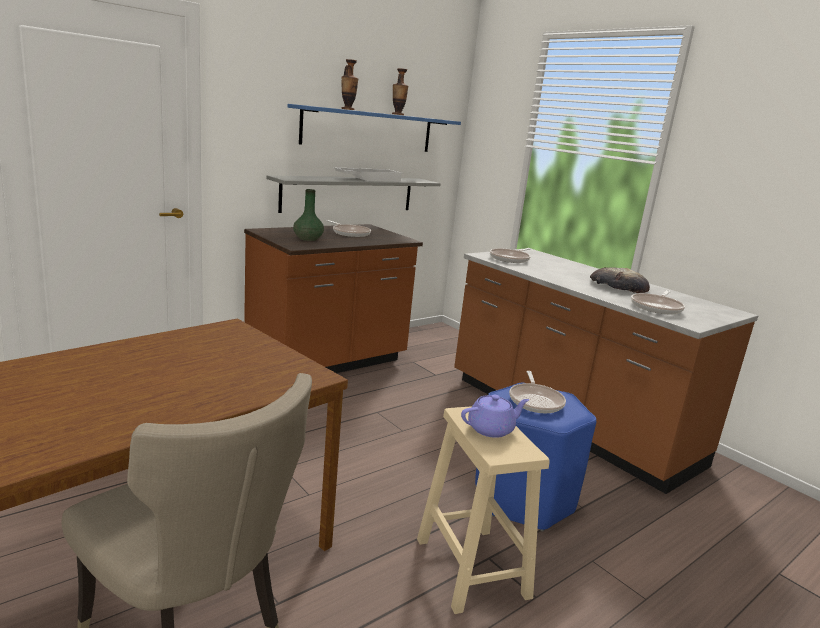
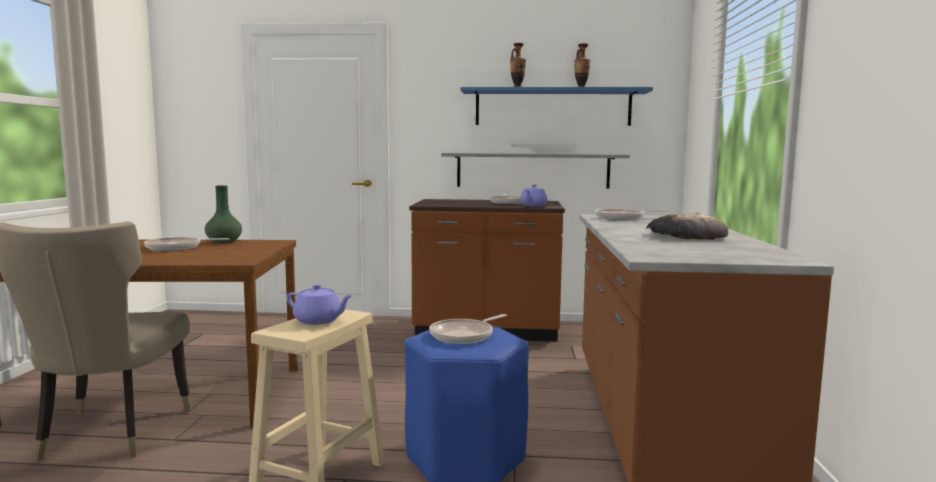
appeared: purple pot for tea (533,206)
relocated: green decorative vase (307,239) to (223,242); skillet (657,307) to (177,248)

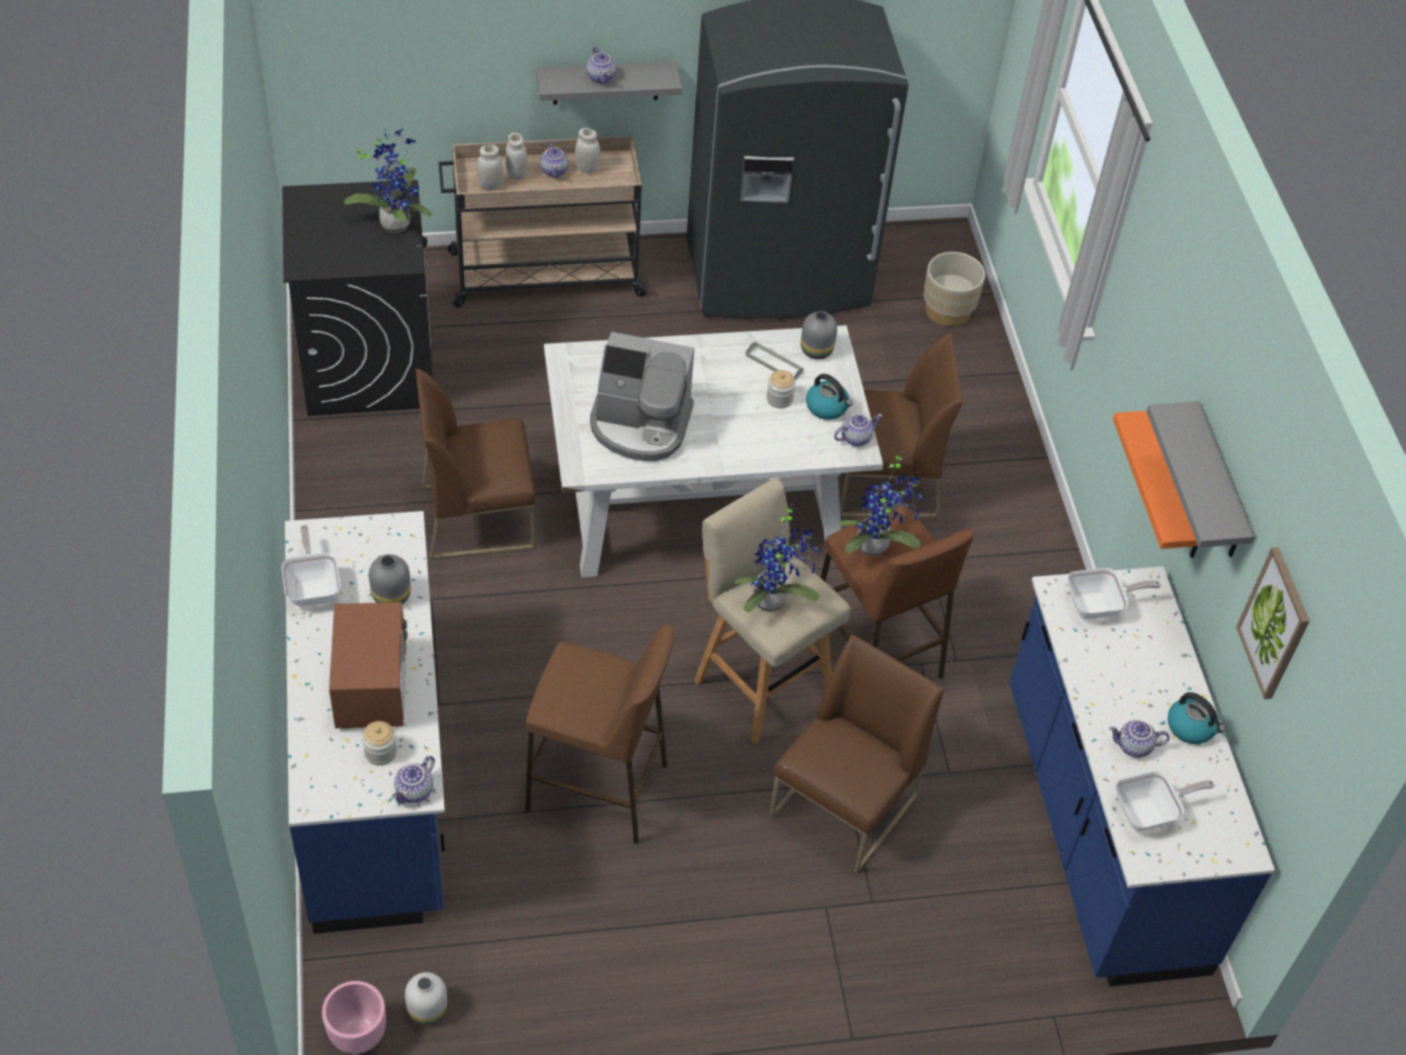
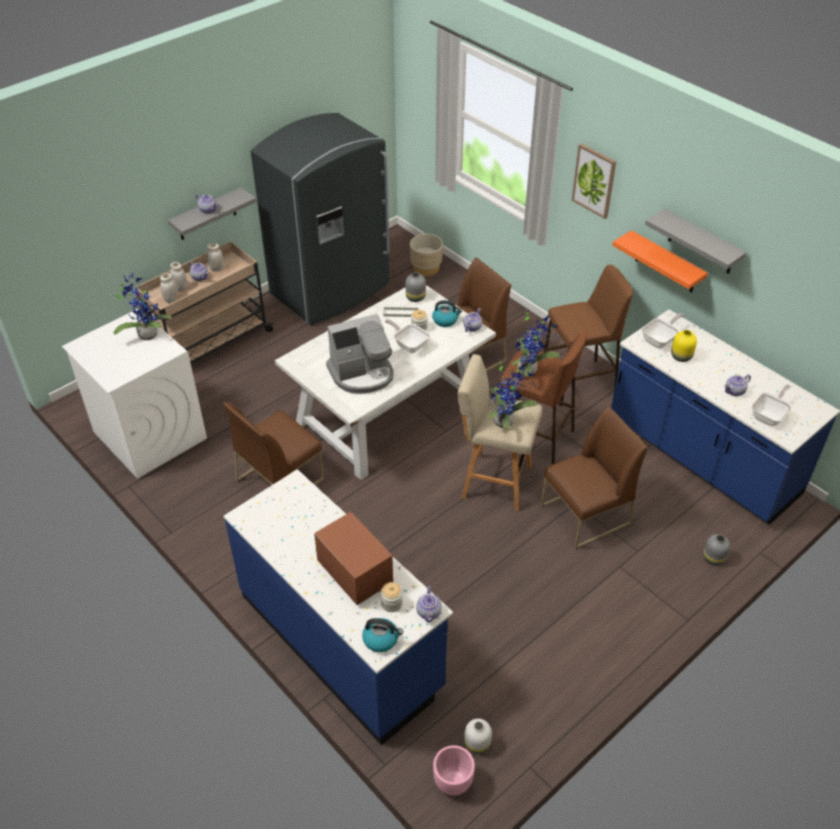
appeared: yellowish decorative vase (680,356)
relocated: skillet (313,587) to (409,345); wall art (1275,623) to (594,180); gray decorative vase (392,596) to (714,557); brown-coloured stool seat (598,788) to (579,383); water kettle (1191,727) to (381,639)
colour: black-coloured laundry machine (368,363) to white laundry machine (149,434)
spun: brown-coloured upright chair (844,807) = (585,515) 60 degrees clockwise

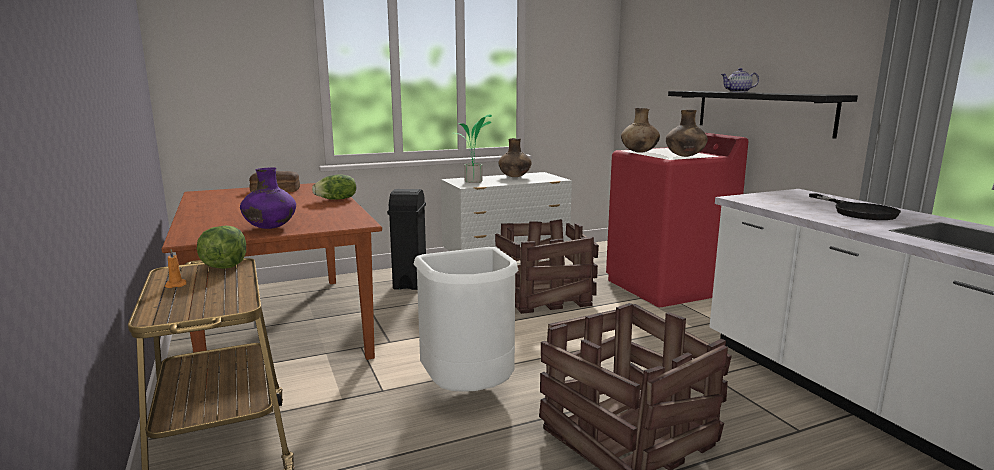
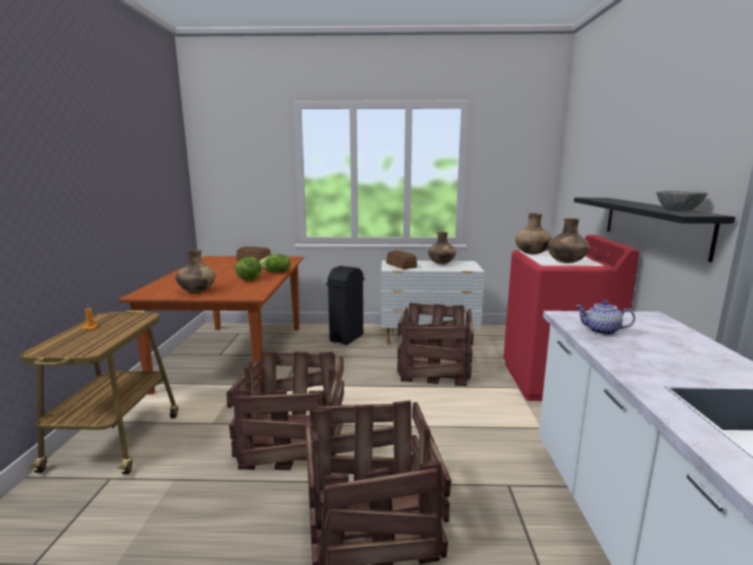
missing: black-coloured skillet (858,211)
appeared: gray bowl (678,211)
relocated: pot for tea (738,92) to (601,331); head of lettuce (224,266) to (249,279)
exchanged: potted plant (473,182) to baked bread (401,265); white trash can (469,392) to shipping crate (295,441)
colour: purple decorative vase (270,228) to brown-coloured decorative vase (197,291)

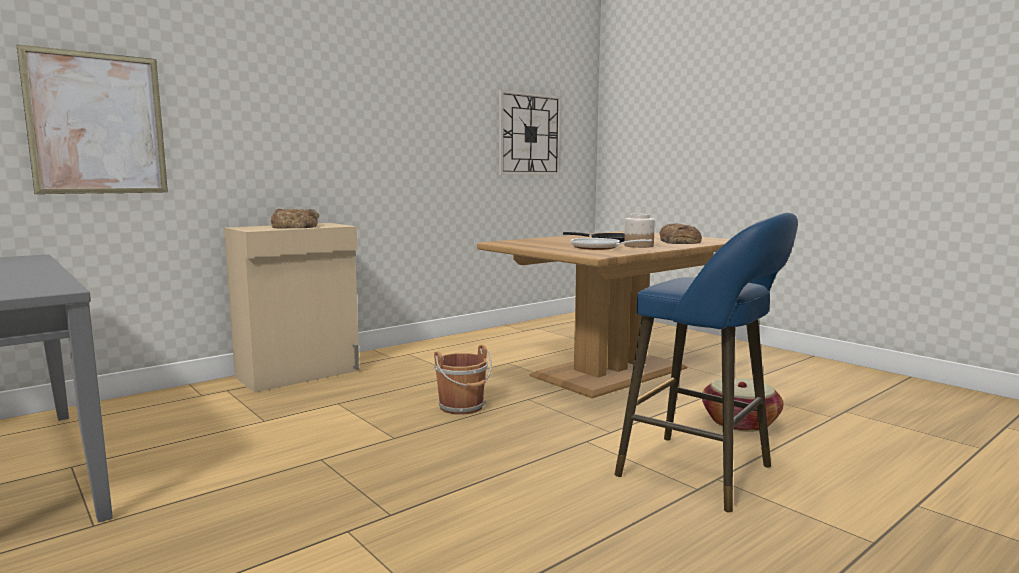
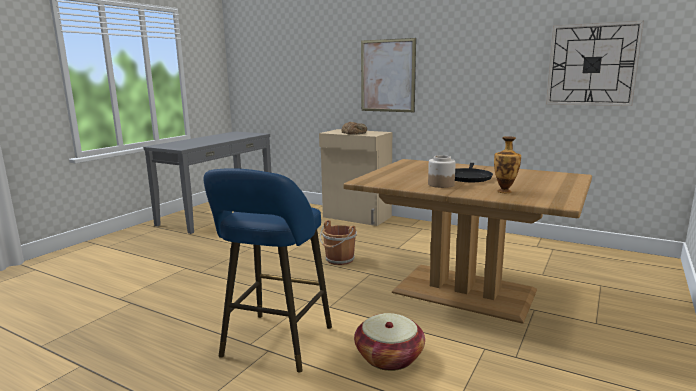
missing: skillet (599,248)
relocated: wall art (97,124) to (387,76)
exchanged: baked bread (679,241) to decorative vase (505,191)

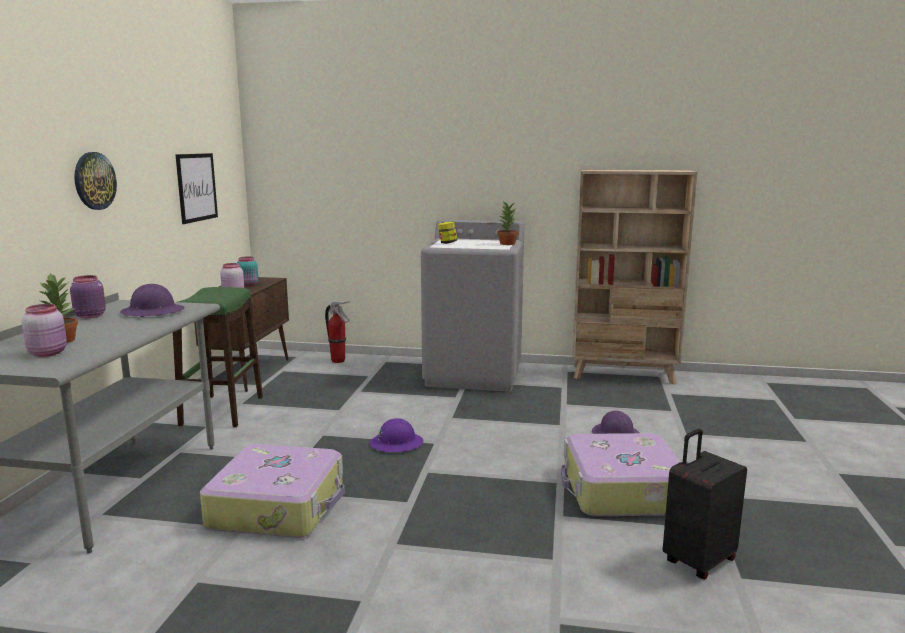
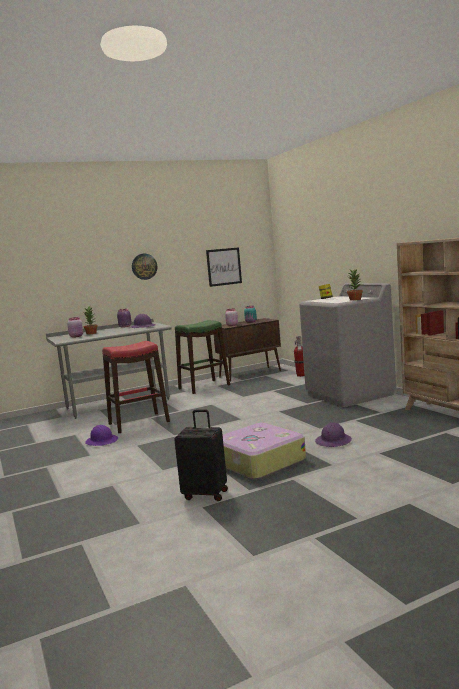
relocated: purple work helmet (396,443) to (102,441)
exchanged: piece of luggage (279,506) to reddish stool seat (139,422)

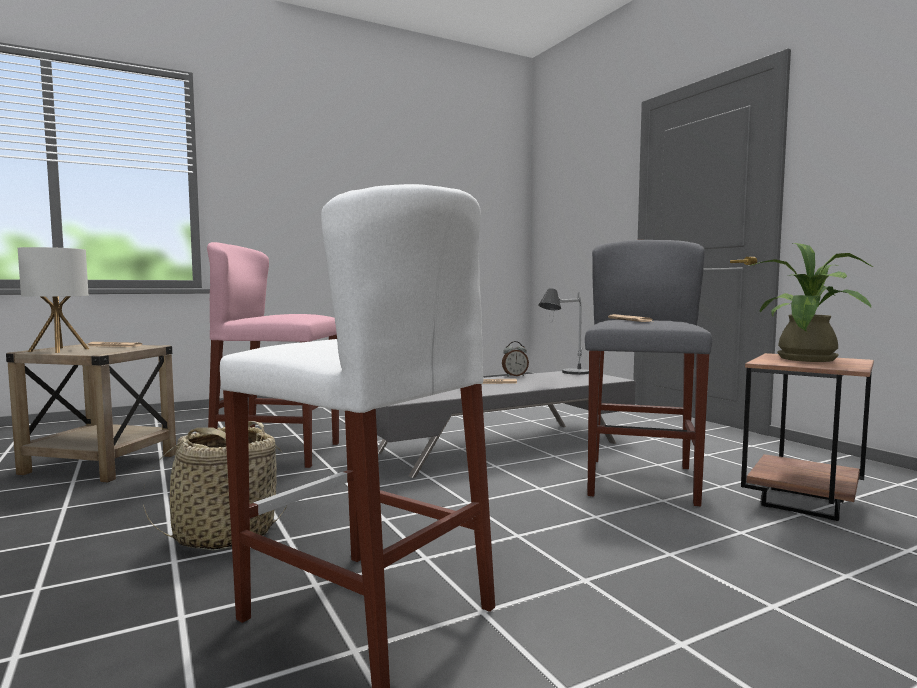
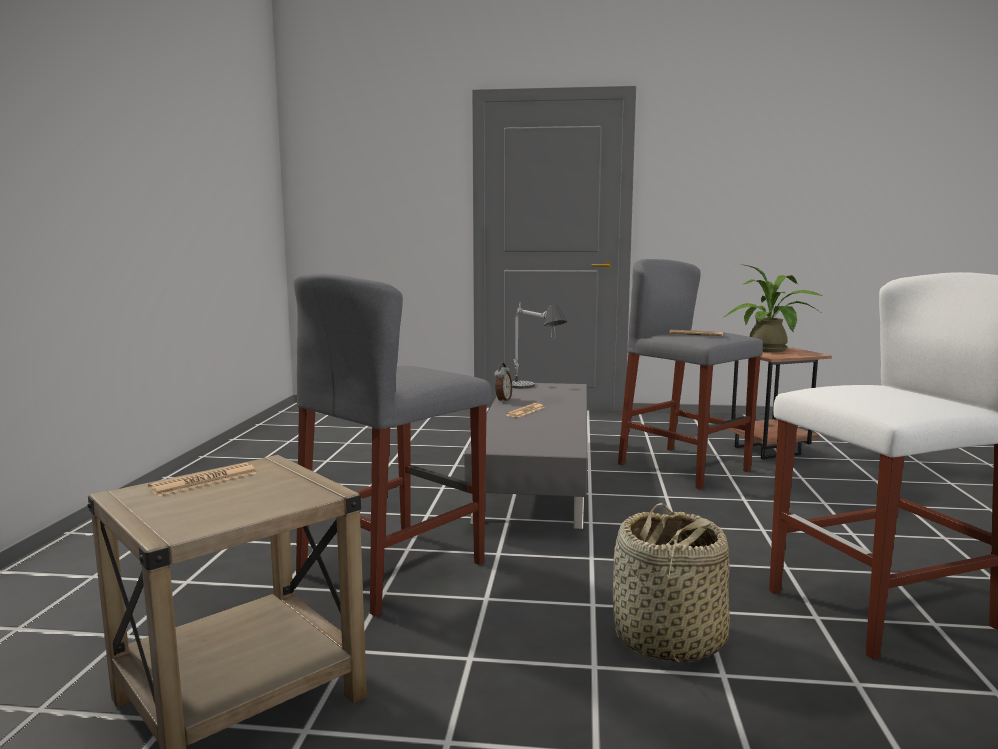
missing: lamp for a table (59,350)
colour: pink stool seat (277,453) to gray stool seat (392,568)

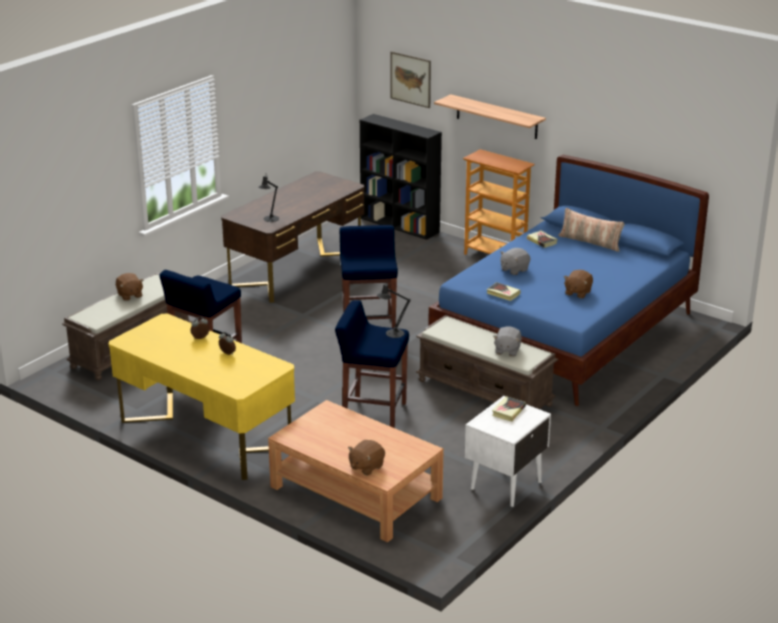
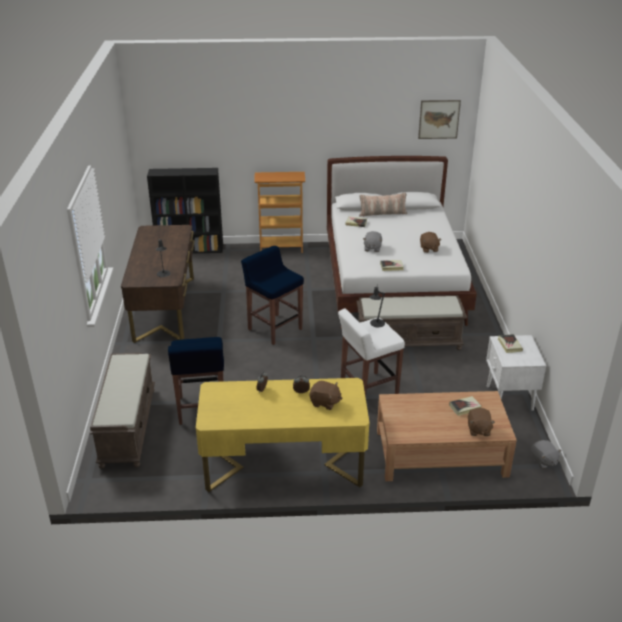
missing: shelf (496,117)
appeared: bound book (465,407)
relocated: wall art (410,79) to (439,119); brown-coloured cuddly toy (129,295) to (325,402); gray cuddly toy (507,350) to (543,461)
colour: bluish sleeping bed (566,333) to white sleeping bed (393,281); bluish stool seat (373,414) to white stool seat (368,390)

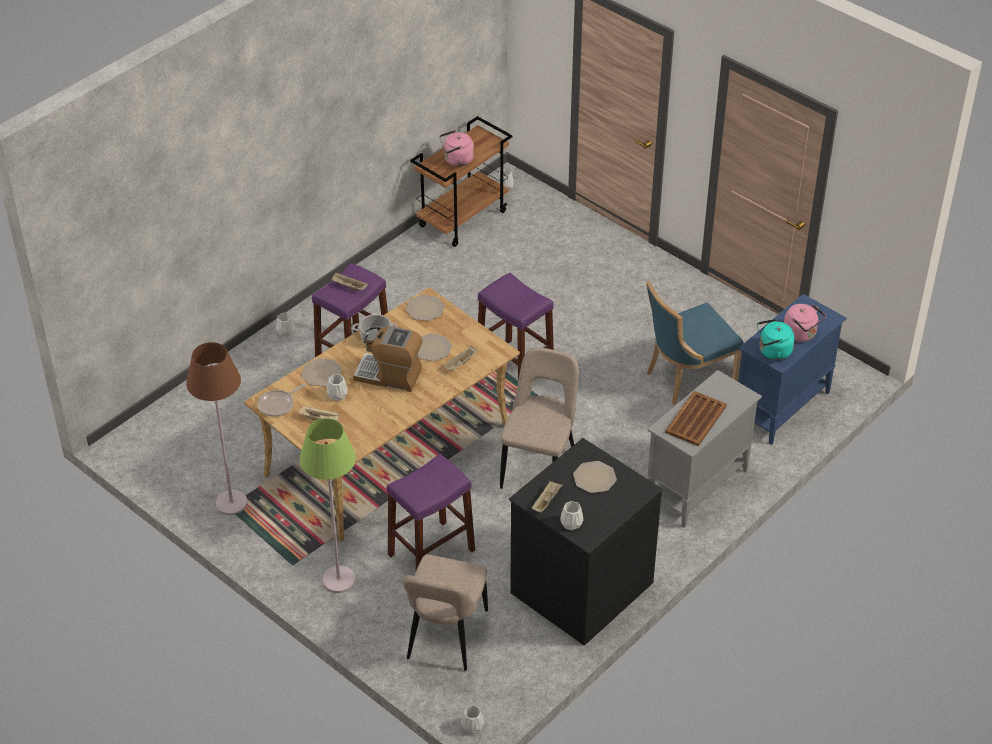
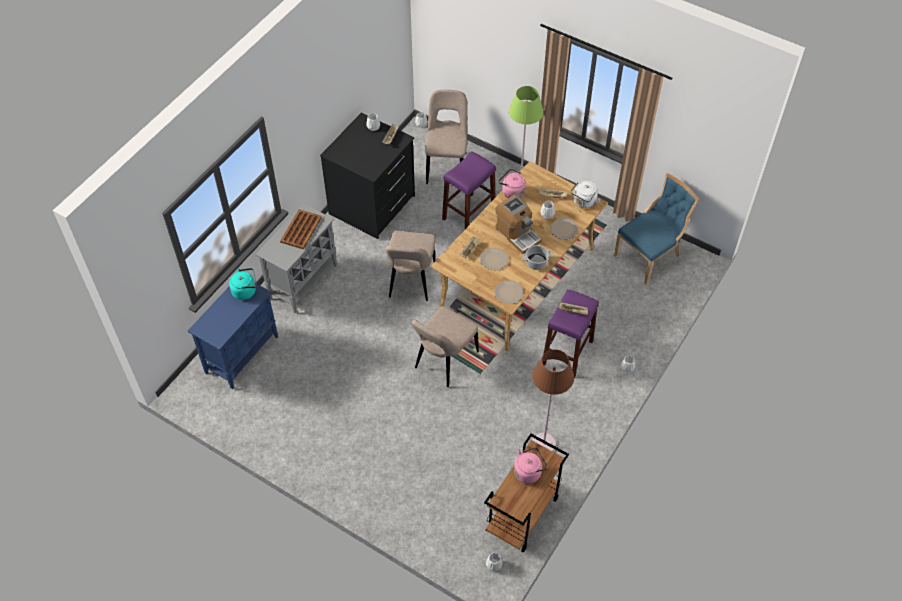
missing: flat dish (594,477)
relocated: bluish upright chair (687,378) to (649,256); pink water kettle (801,334) to (512,192); brown-coloured standard lamp (231,503) to (544,444)
exchanged: purple stool seat (515,366) to beige-coloured upright chair (444,361); skillet (278,405) to white water kettle (584,202)
spun: coffee maker (389,375) = (517,234) 45 degrees clockwise

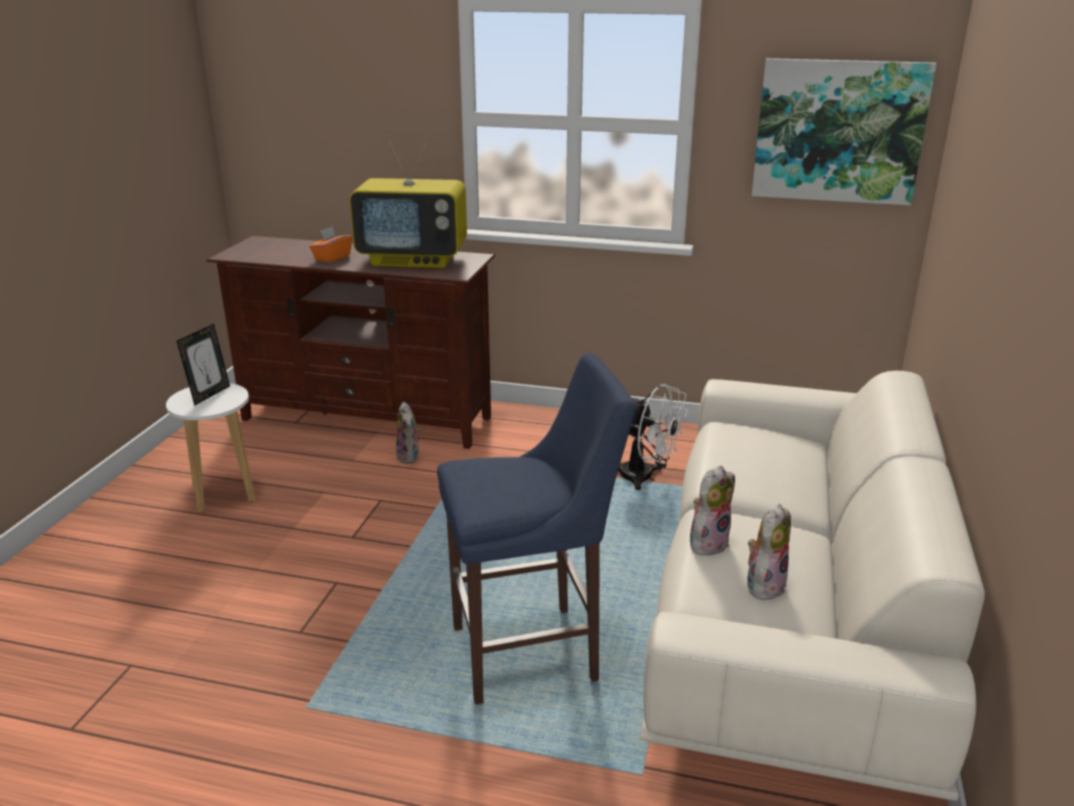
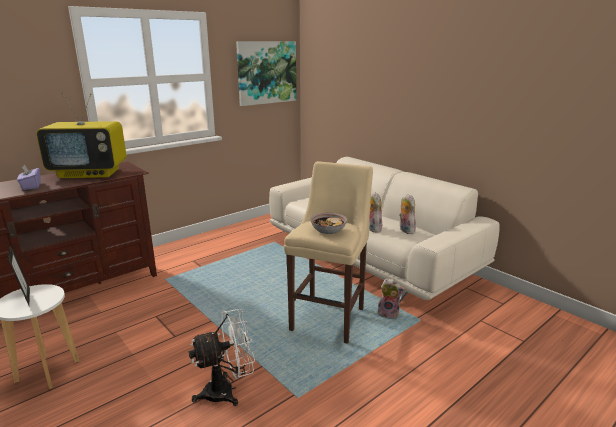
appeared: bowl (328,230)
relocated: white cooling fan (645,478) to (227,391); cuddly toy (410,457) to (389,314)
colour: orange-coloured tissue holder (332,258) to purple tissue holder (31,186); bluish stool seat (532,653) to beige-coloured stool seat (329,317)
spun: television (414,260) = (90,173) 45 degrees clockwise

